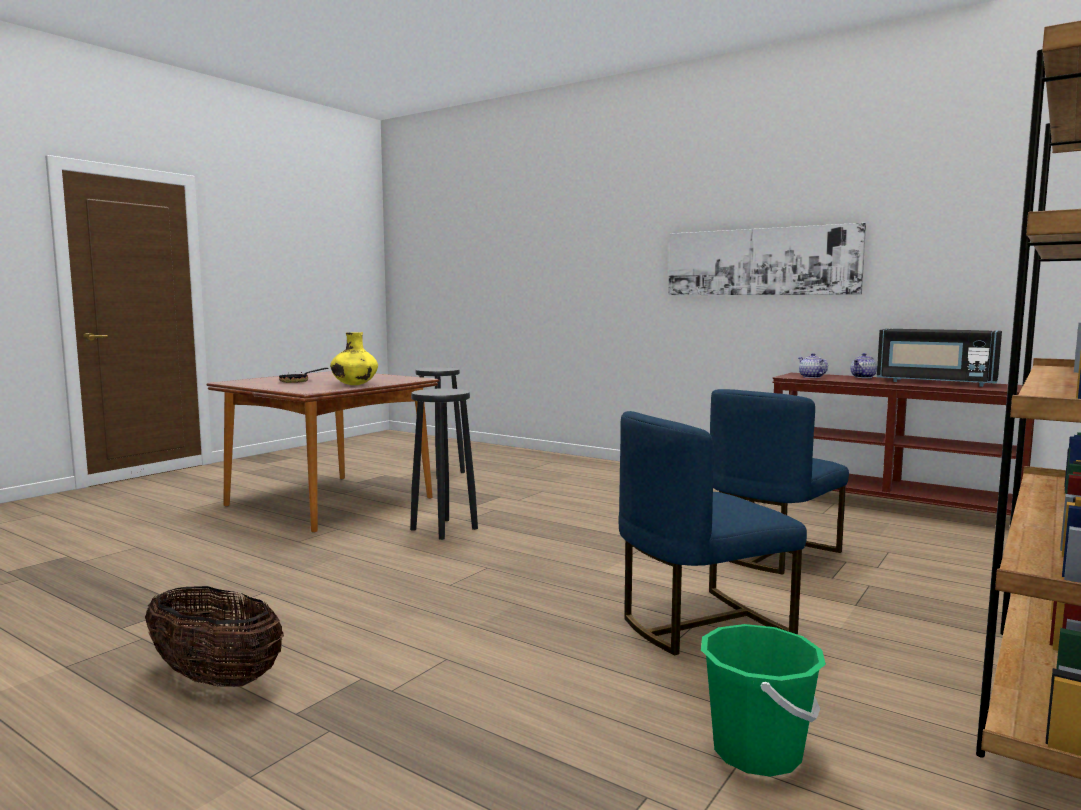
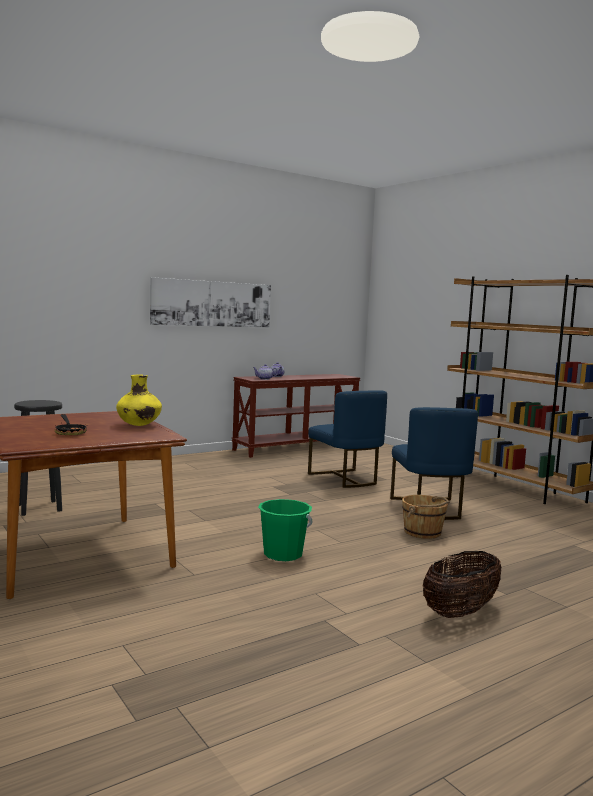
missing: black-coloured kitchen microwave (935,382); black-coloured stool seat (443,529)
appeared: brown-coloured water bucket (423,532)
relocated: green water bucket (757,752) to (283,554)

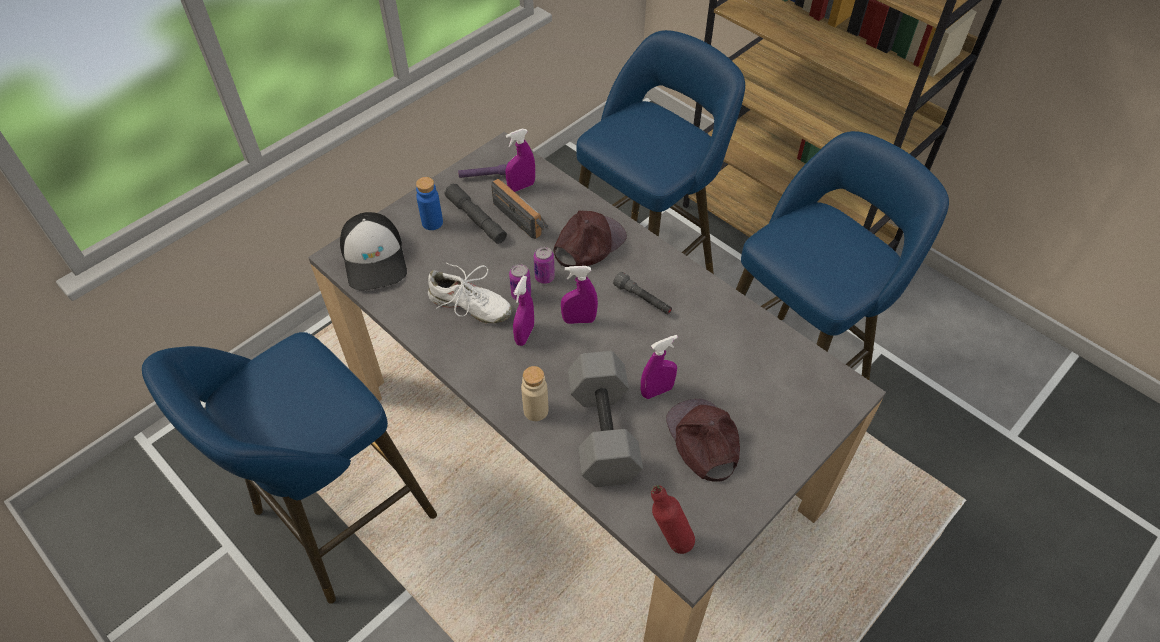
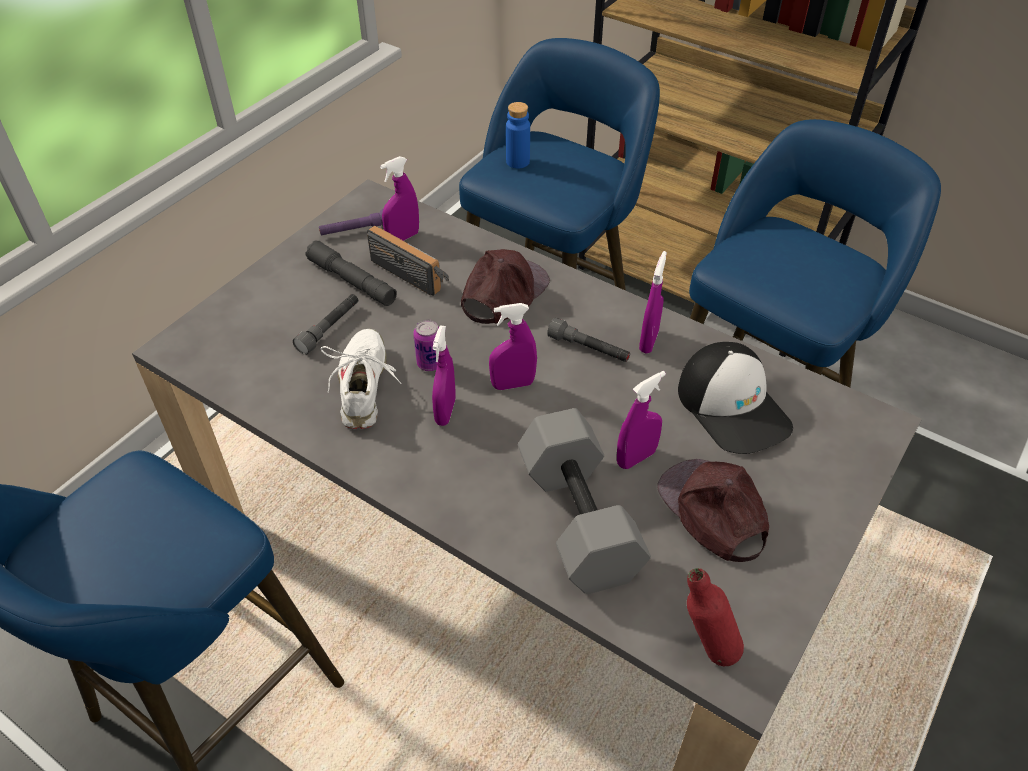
missing: metal can (544,277); beige-coloured drink bottle (536,410)
appeared: purple sprayer (648,341); gray hand torch (329,329)
relocated: bluish drink bottle (432,222) to (517,161); baseball cap (375,258) to (733,407)
spun: white item of footwear (470,306) = (365,386) 105 degrees counterclockwise

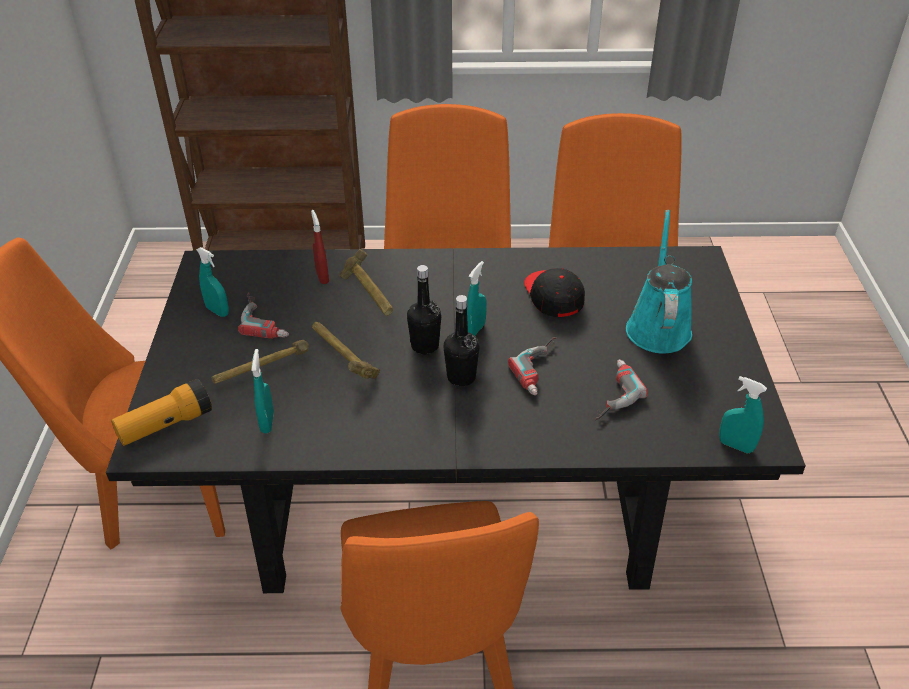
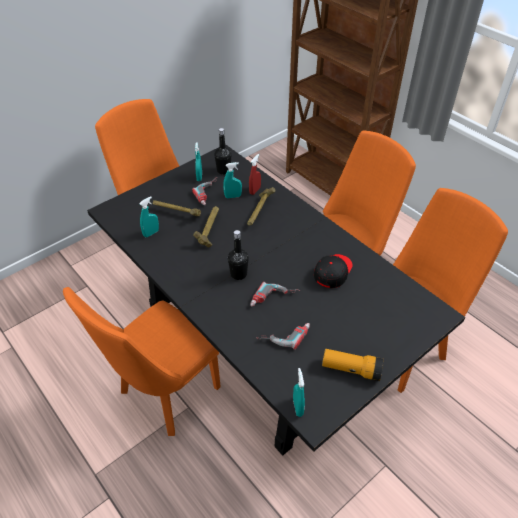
missing: blue-green watering can (658,326)
relocated: blue-green sprayer (475,330) to (233,196); black-coloured drink bottle (425,346) to (223,170); hand torch (166,425) to (351,369)

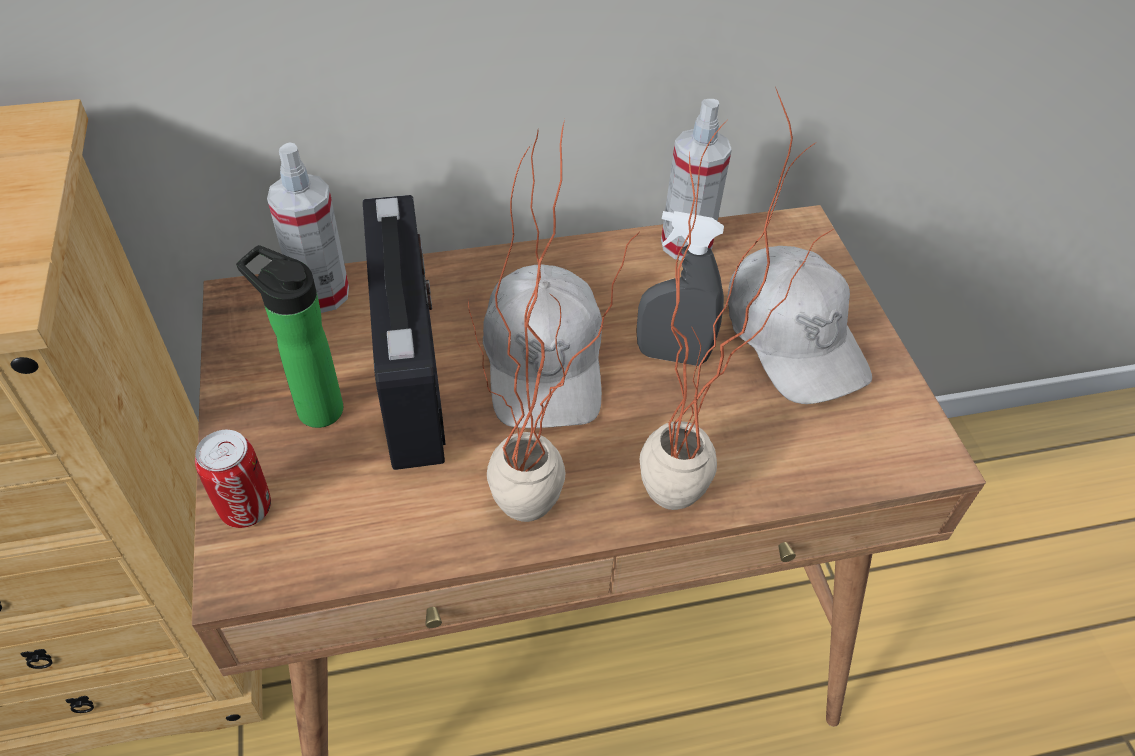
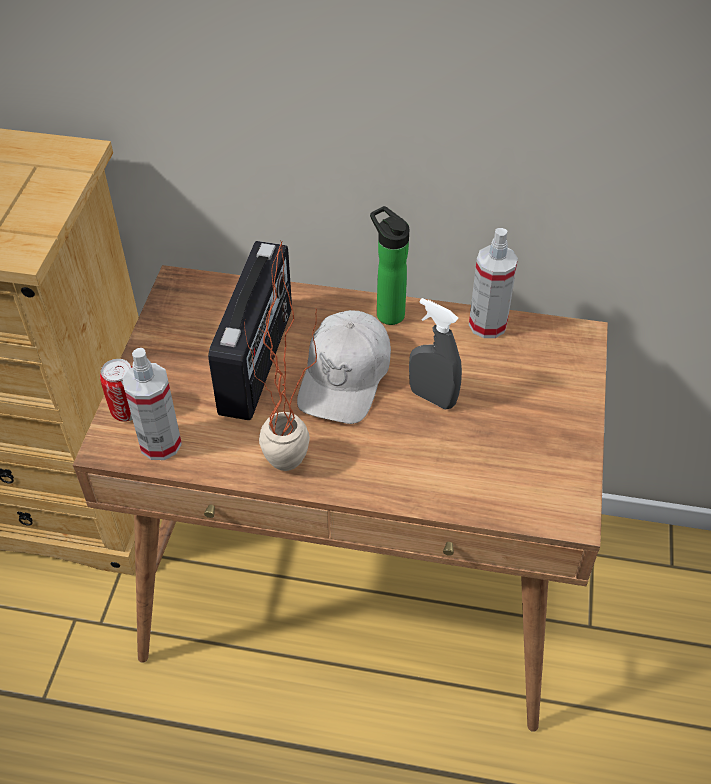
missing: potted plant (693,491); white baseball cap (793,338)
relocated: sprayer (321,293) to (160,443); drink bottle (314,407) to (387,312)

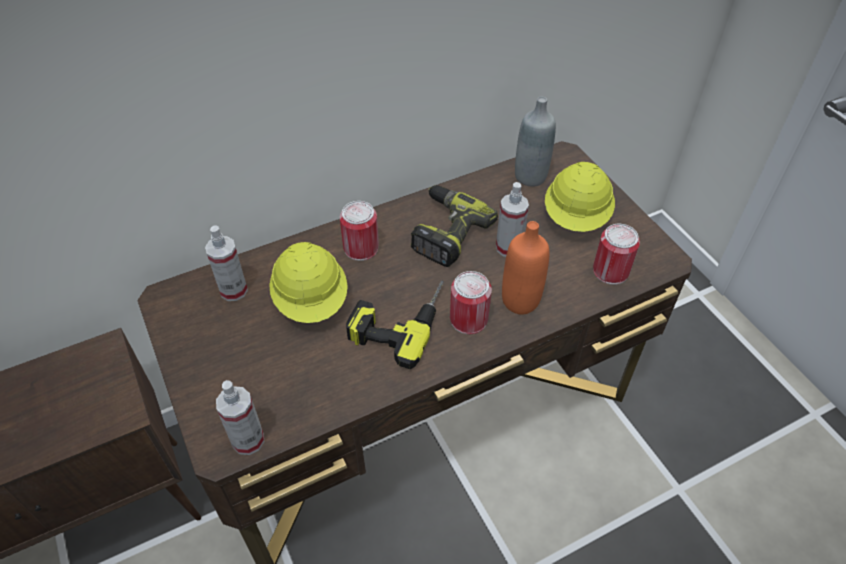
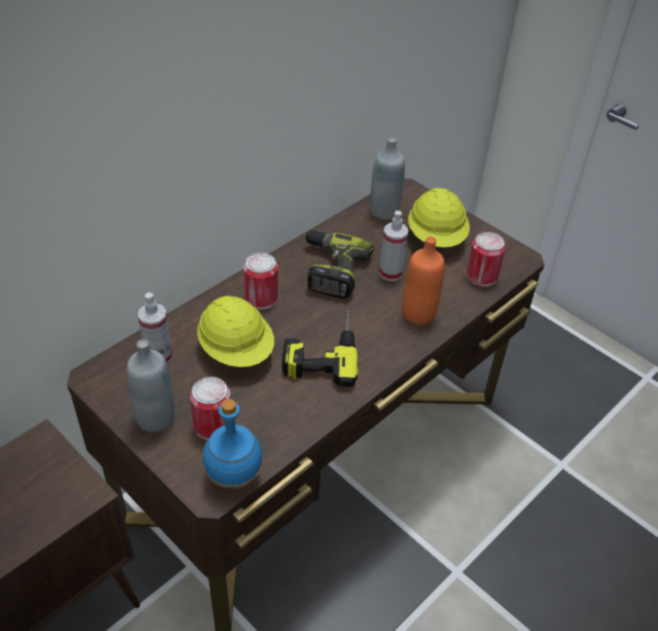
appeared: gray drink bottle (155,418)
relocated: metal can (468,319) to (213,425)
exchanged: sprayer (248,440) to bluish drink bottle (233,477)

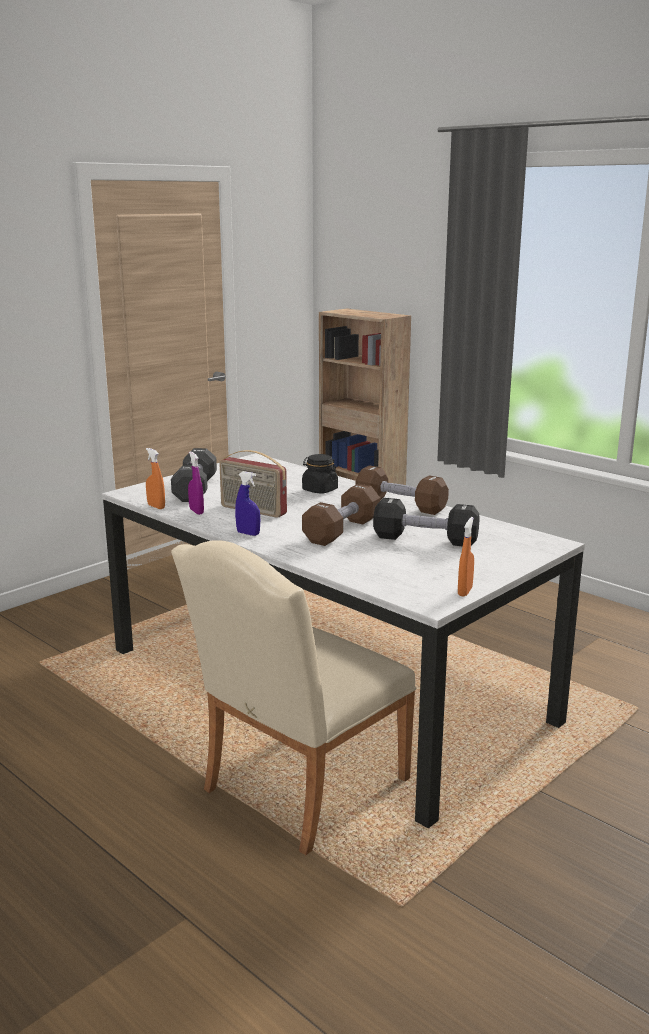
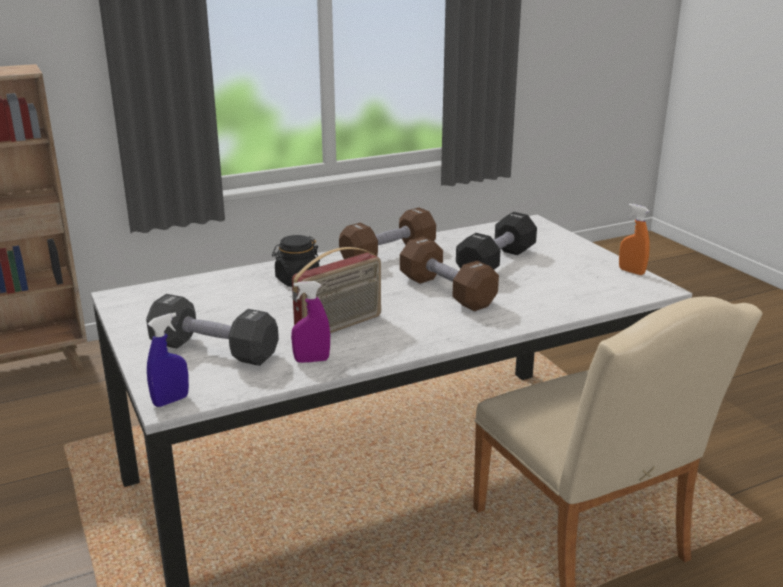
missing: orange-coloured sprayer (156,507)
relocated: bluish sprayer (248,533) to (171,401)

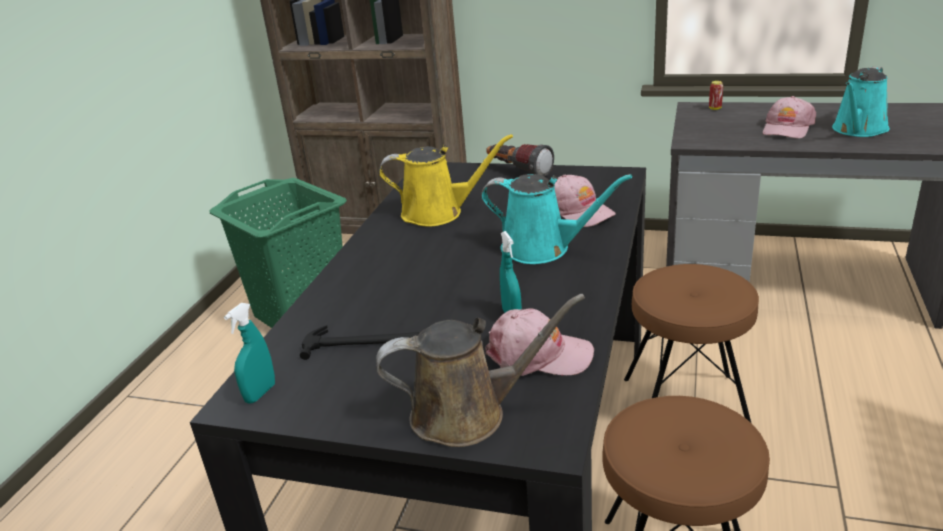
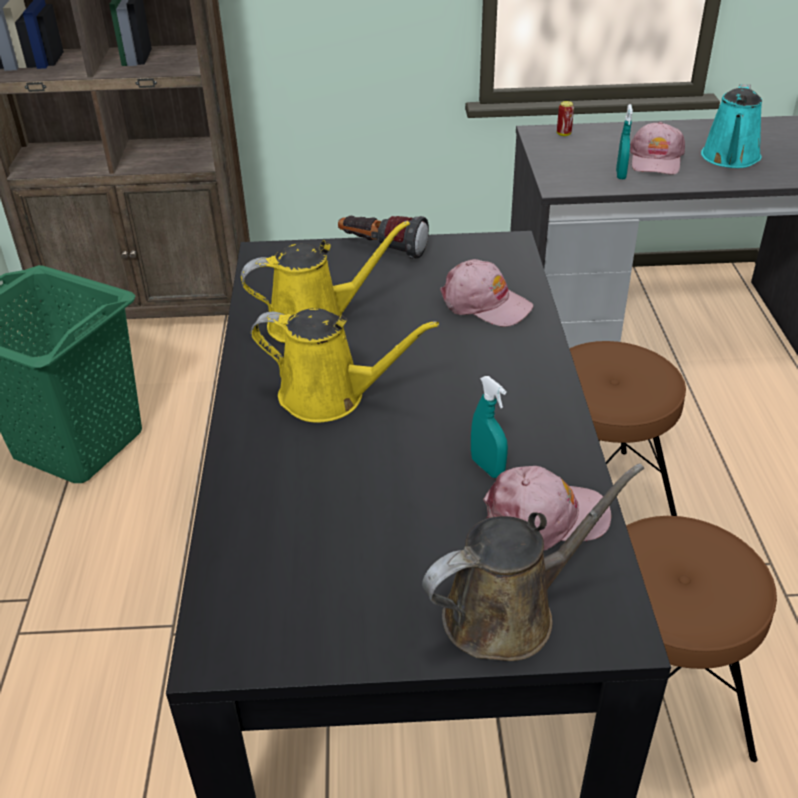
missing: blue-green watering can (542,248); tool hammer (362,343)
appeared: yellowish watering can (330,396)
relocated: blue-green sprayer (260,393) to (620,175)

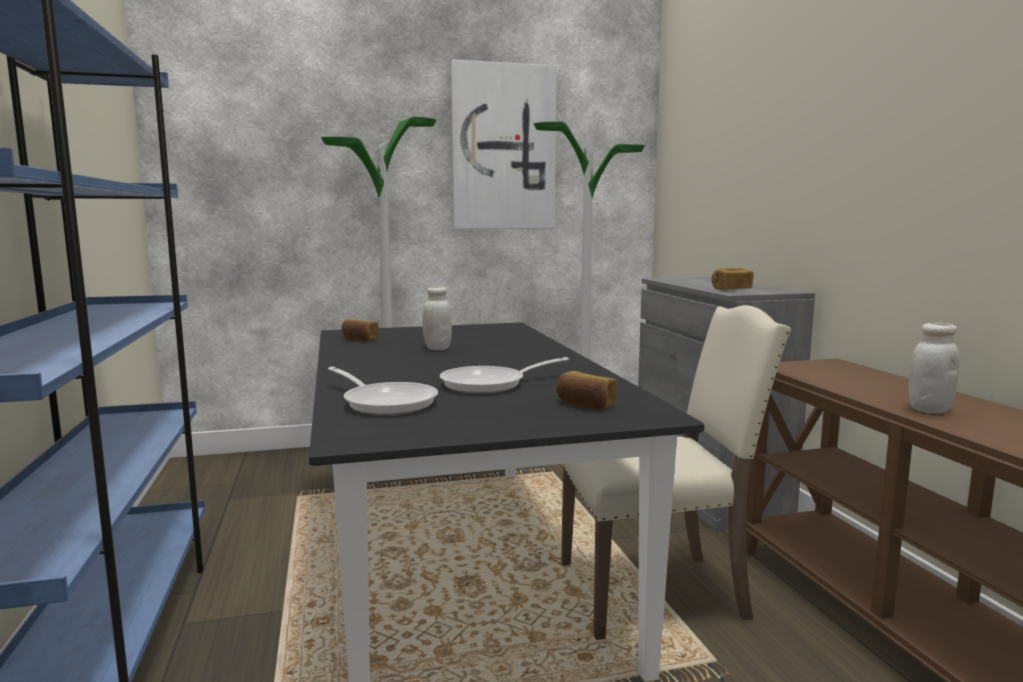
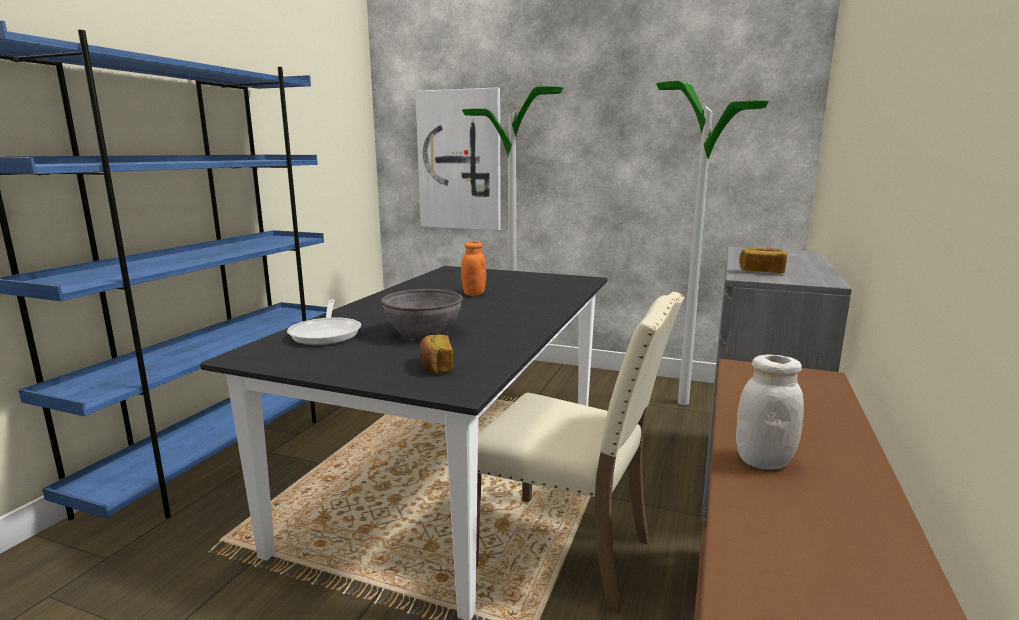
missing: baked bread (359,339)
relocated: wall art (503,148) to (459,160)
exchanged: skillet (490,384) to gray bowl (423,333)
colour: white preserve jar (437,348) to orange-coloured preserve jar (473,293)

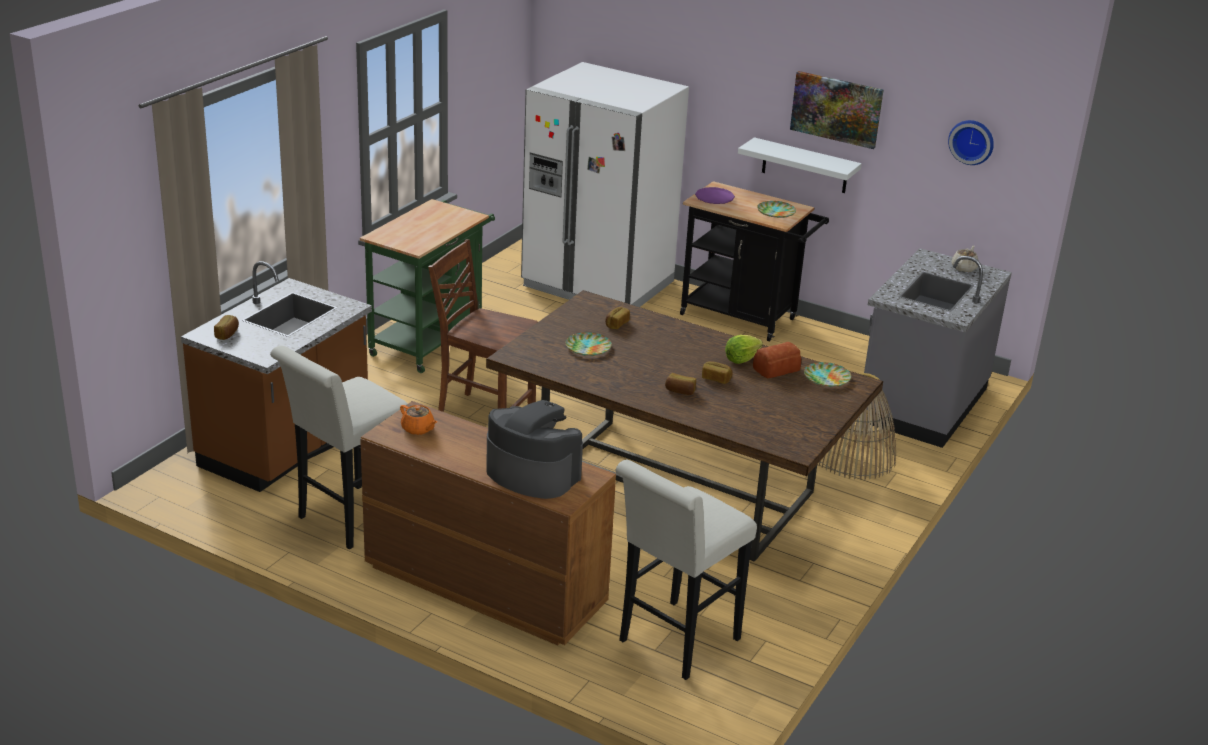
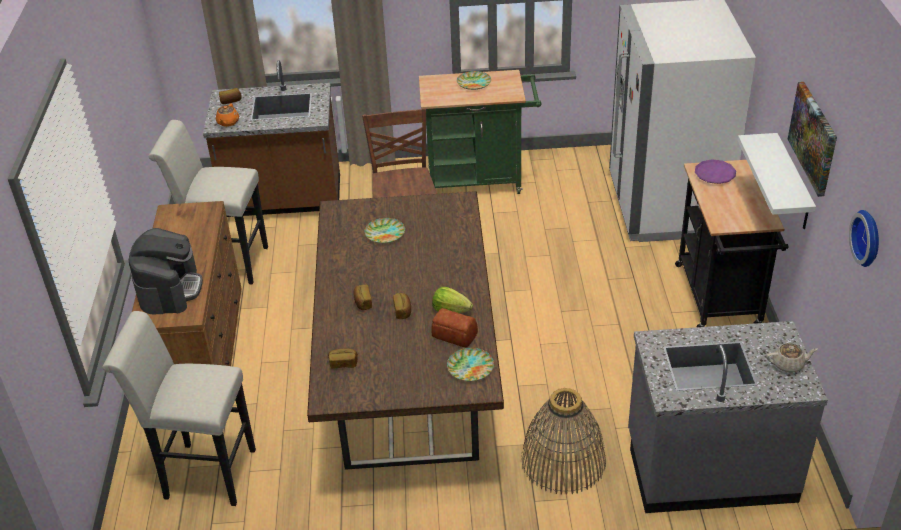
relocated: flat dish (775,212) to (474,82); baked bread (616,324) to (343,363); orange-coloured pot for tea (418,429) to (228,122)

